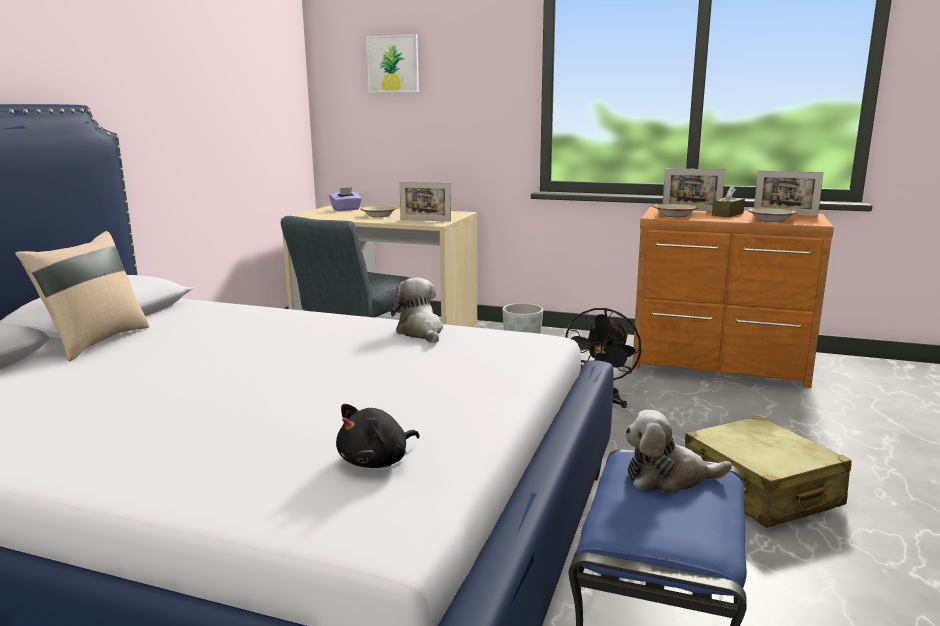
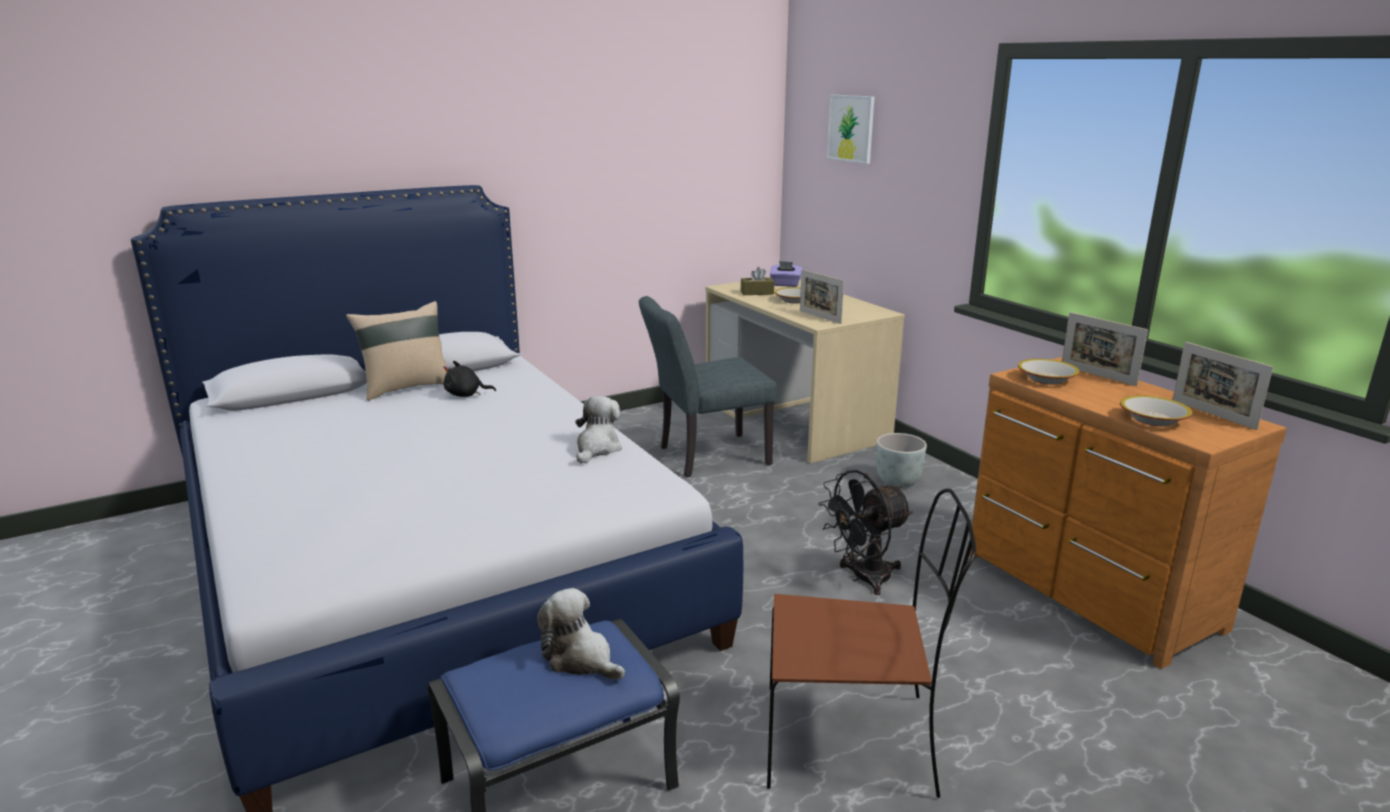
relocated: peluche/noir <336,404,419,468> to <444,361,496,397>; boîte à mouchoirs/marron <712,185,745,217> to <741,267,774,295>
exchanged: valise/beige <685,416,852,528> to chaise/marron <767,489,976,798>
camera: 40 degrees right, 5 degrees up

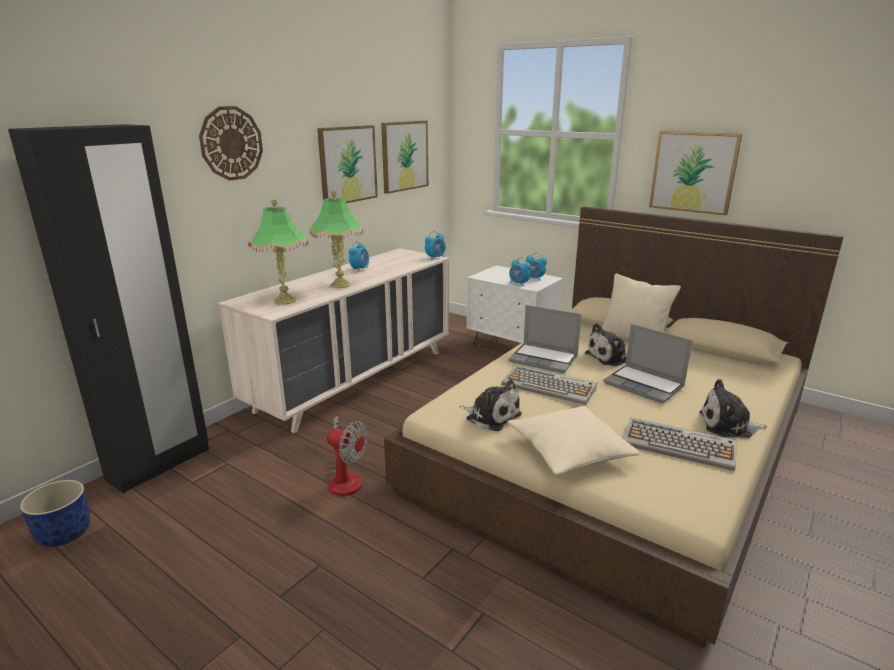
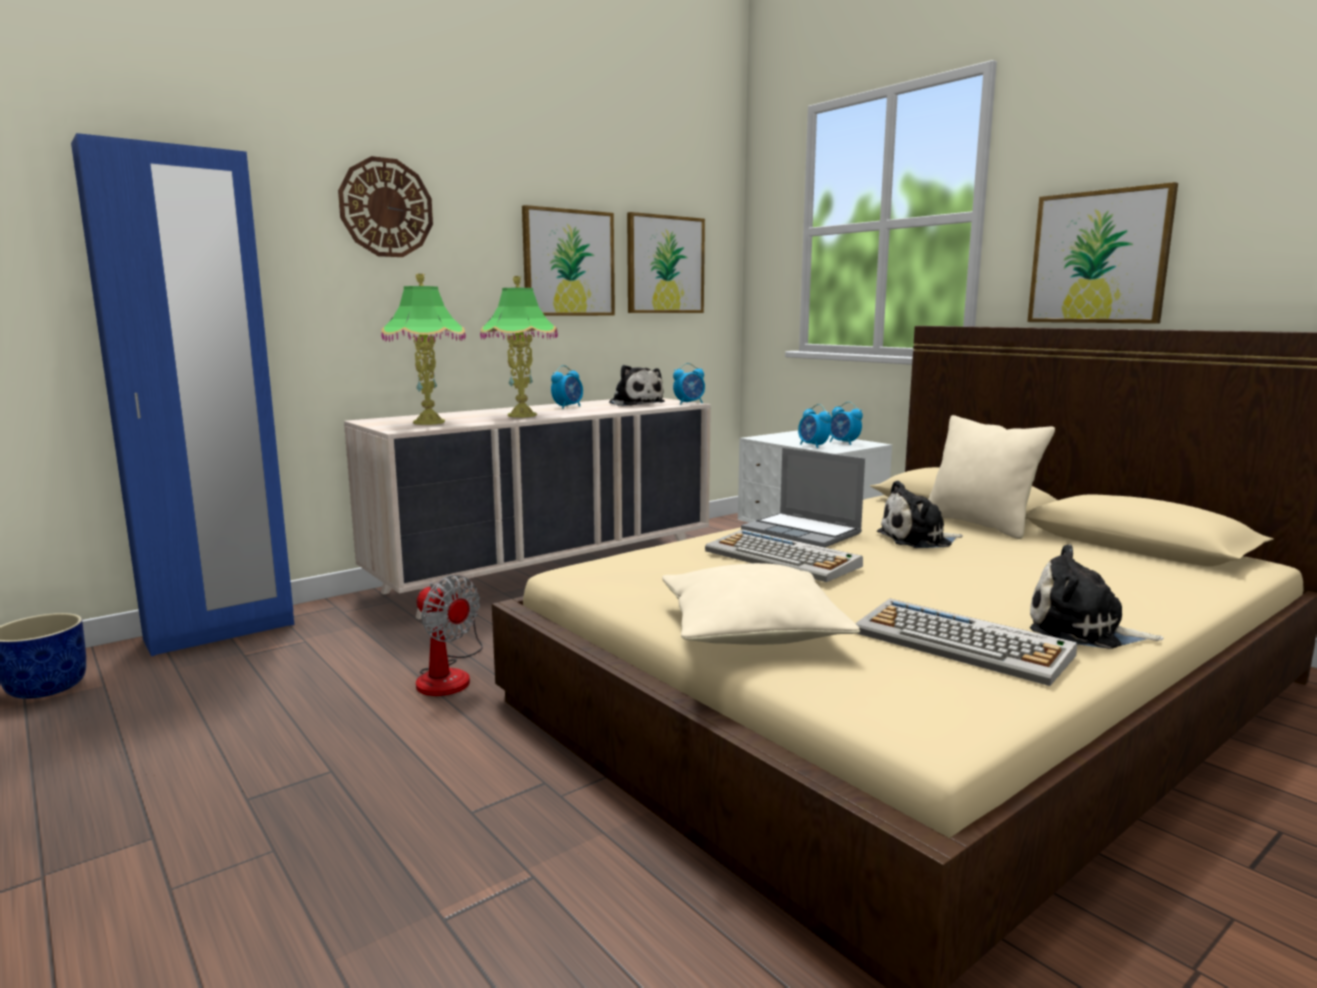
missing: ordinateur portable <603,324,693,403>
relocated: peluche <459,379,522,431> to <609,365,664,406>
colour: armoire/noir <8,124,209,493> to armoire/bleu <71,133,294,656>
camera: 15 degrees right, 10 degrees down

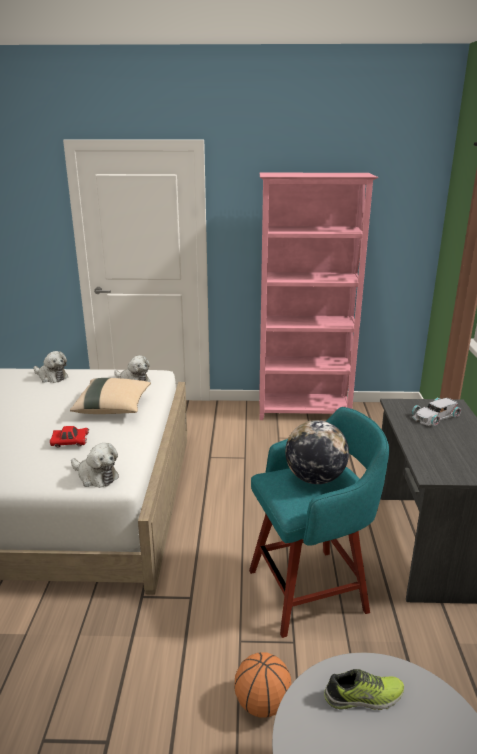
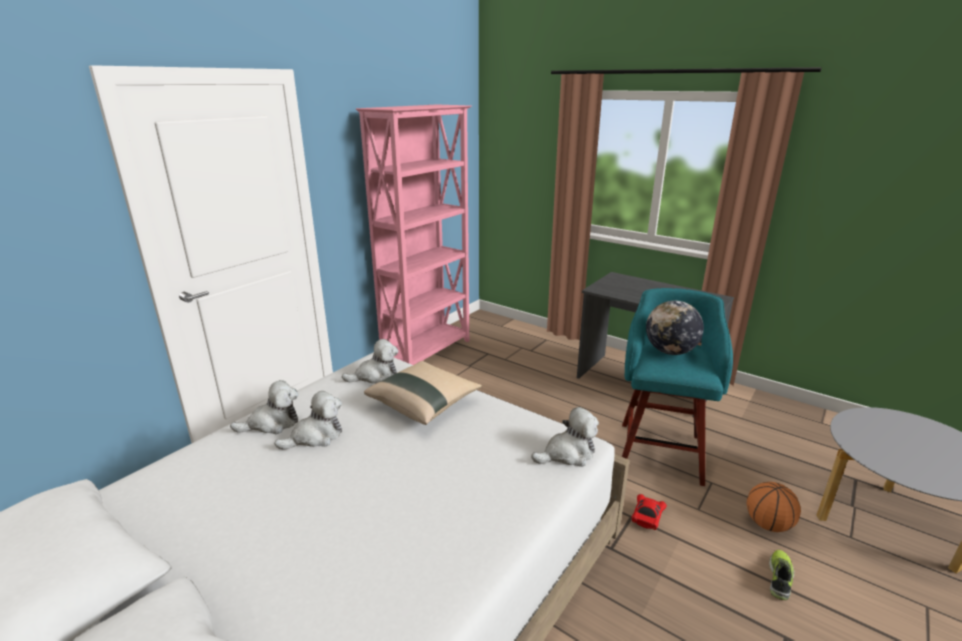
missing: petite voiture/blanc <412,398,461,426>
appeared: peluche <274,391,342,450>
relocated: petite voiture/rouge <50,426,89,447> to <631,494,667,530>; chaussure <324,669,404,710> to <769,550,794,600>
camera: 55 degrees left, 0 degrees up

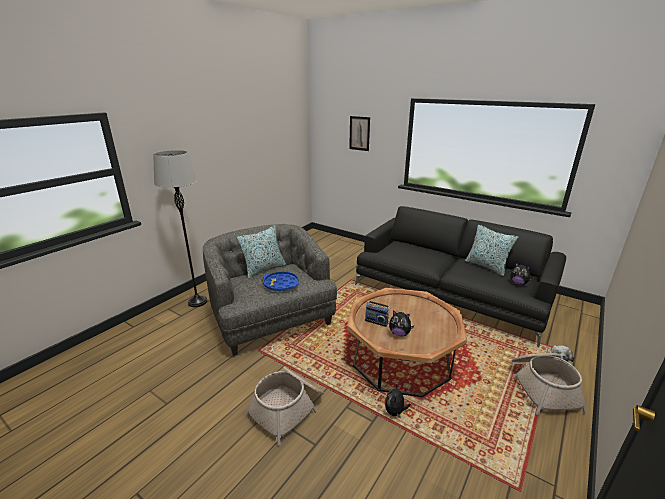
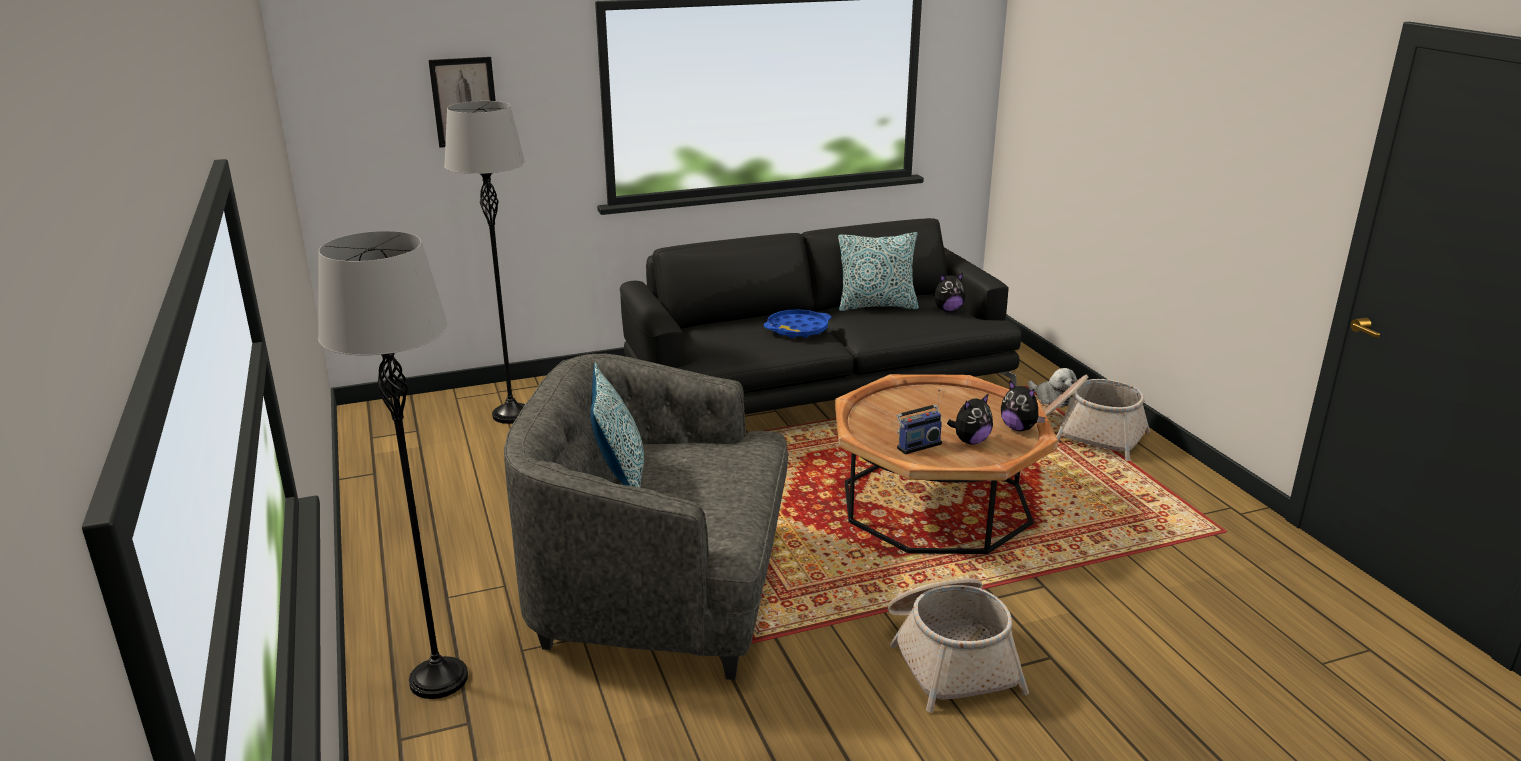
appeared: lampadaire/gris <444,101,525,424>
relocated: plateau/bleu <263,271,299,291> to <764,309,831,338>; peluche <385,385,411,418> to <1001,380,1046,431>
camera: 55 degrees left, 0 degrees up

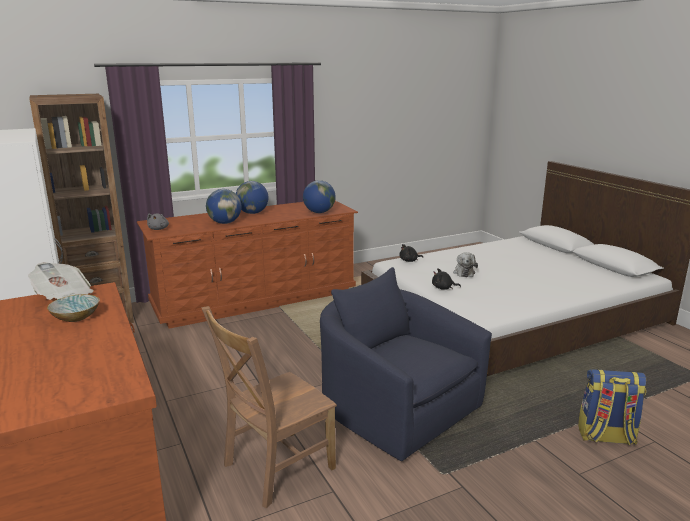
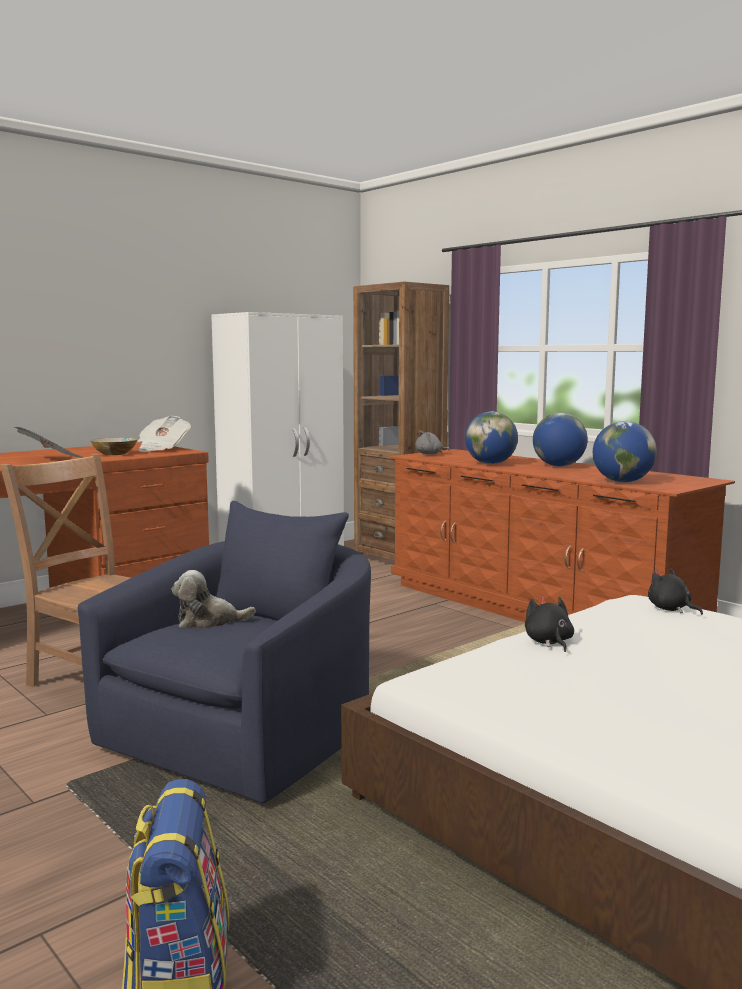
appeared: journal <14,427,83,458>
relocated: peluche <453,252,478,277> to <172,570,256,629>
camera: 75 degrees right, 10 degrees down

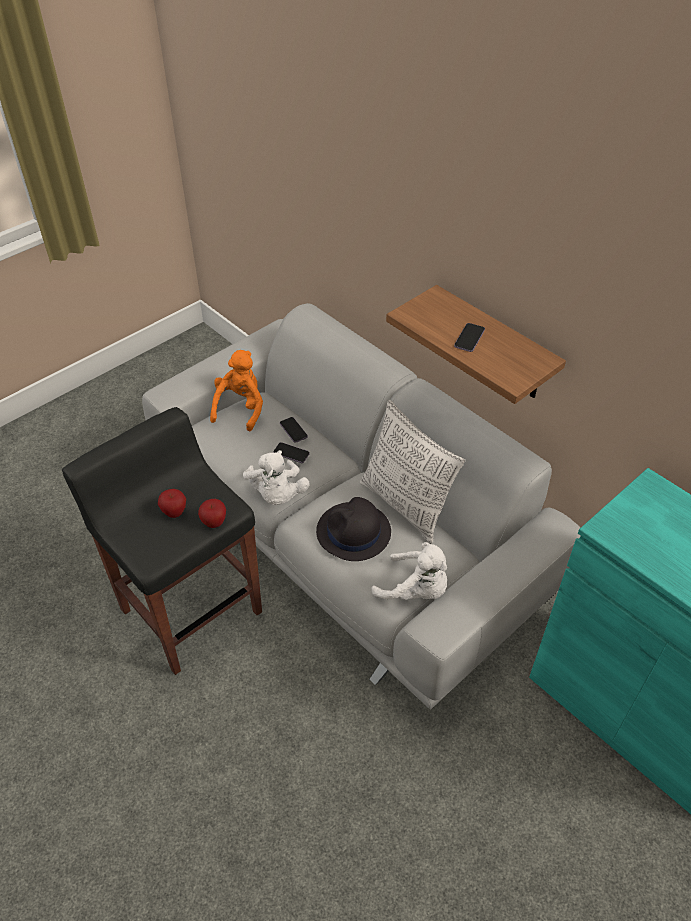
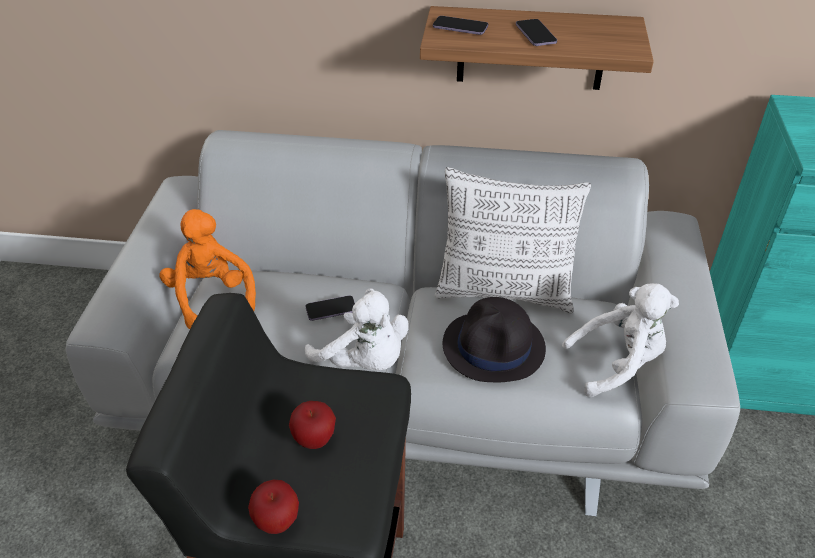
relocated: pomme <198,499,226,528> to <248,480,299,534>; téléphone <280,417,308,443> to <433,16,488,35>
camera: 40 degrees left, 5 degrees down

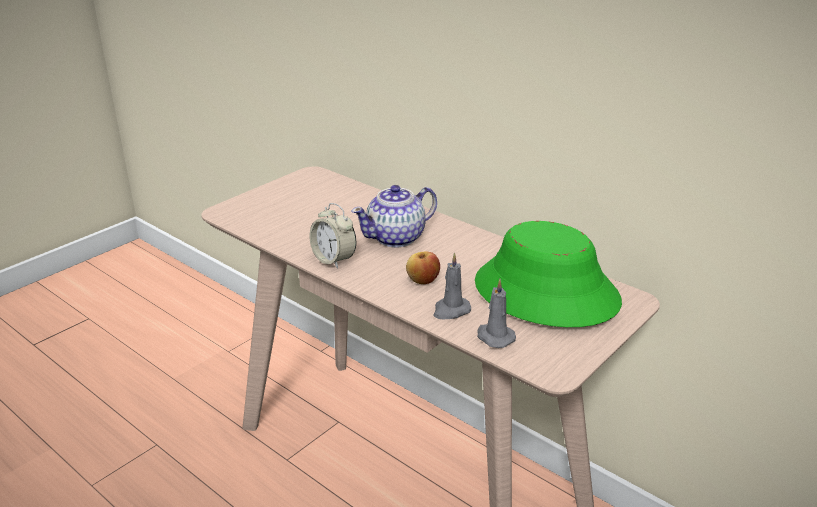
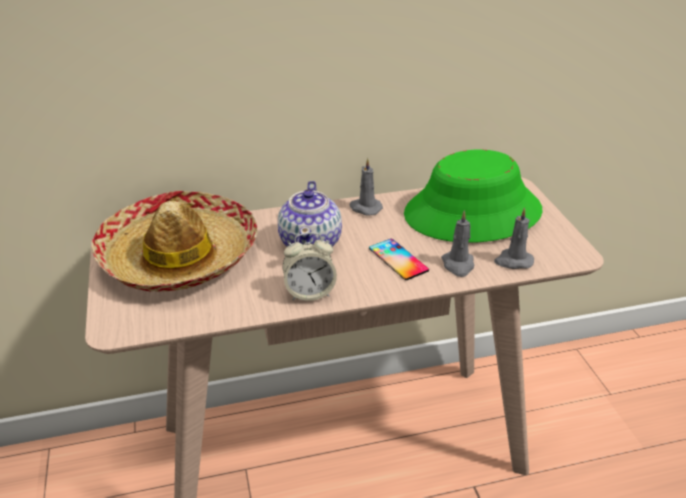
appeared: chapeau <92,191,258,292>; bougie/gris <350,158,383,215>
exchanged: pomme <406,252,440,284> to téléphone <369,239,429,280>
camera: 55 degrees left, 5 degrees up

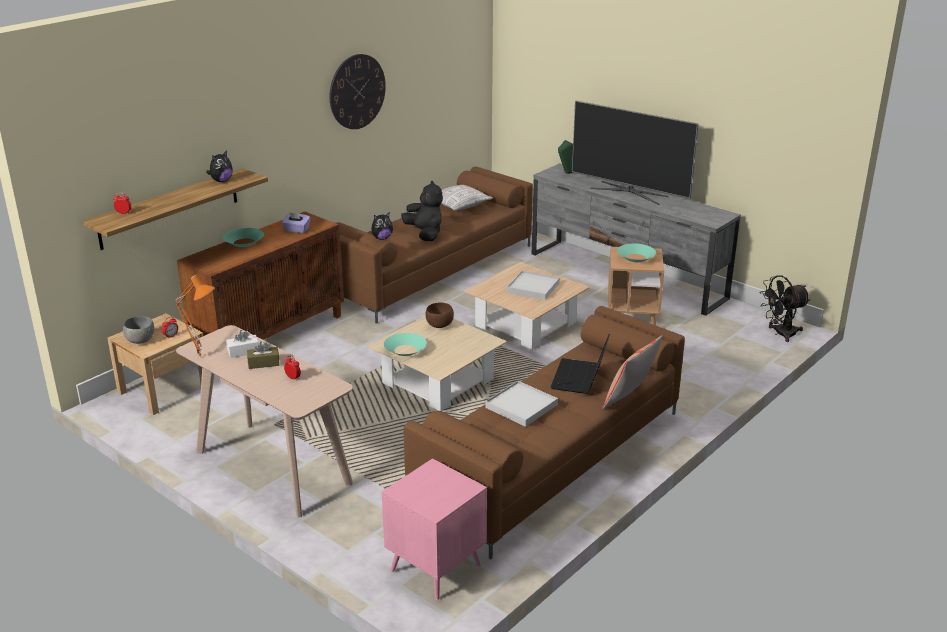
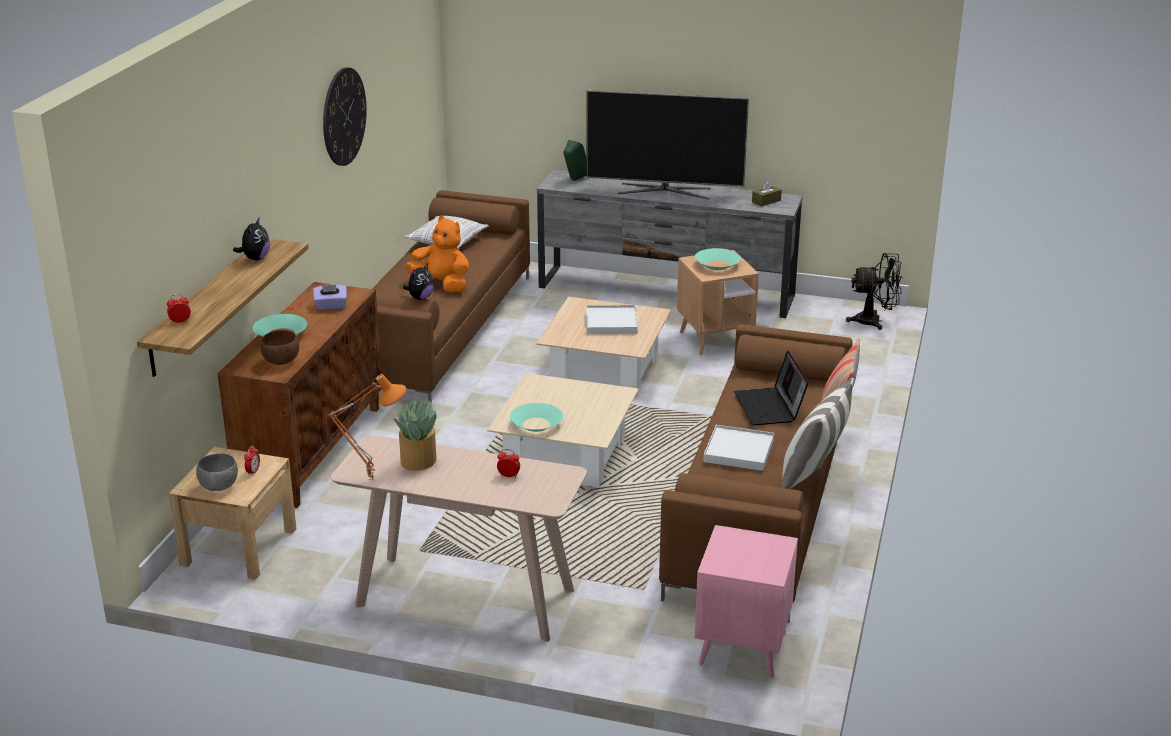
appeared: coussin <781,378,854,489>
relocated: boîte à mouchoirs/marron <247,342,279,369> to <752,180,782,207>; bol/marron <426,303,454,328> to <260,330,299,365>
exchanged: boîte à mouchoirs/blanc <226,330,259,358> to plante en pot <393,400,437,471>
colour: peluche/noir <401,181,443,241> to peluche/orange <406,216,469,293>
spun: ventilateur/noir <759,275,810,342> = <846,253,902,330> 135 degrees counterclockwise
camera: 25 degrees left, 0 degrees up

